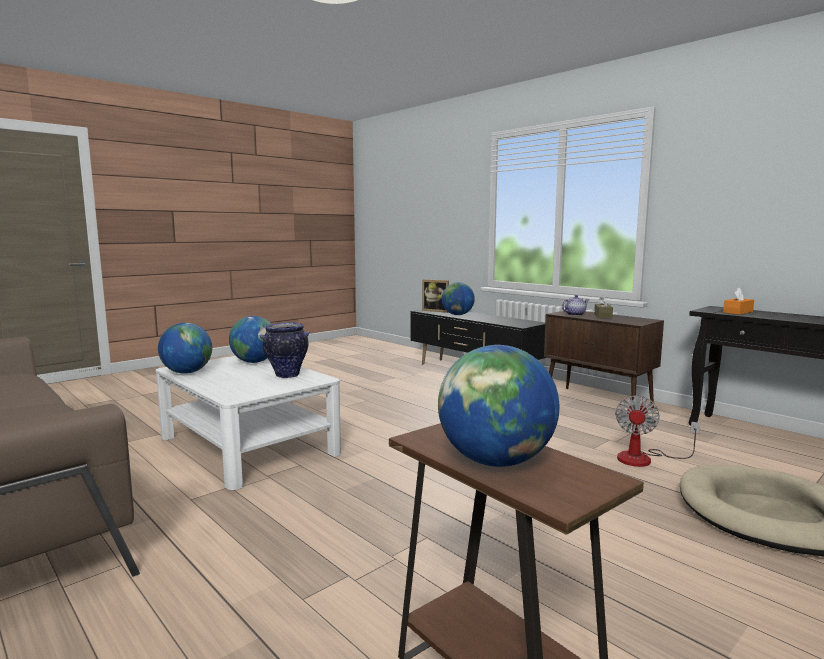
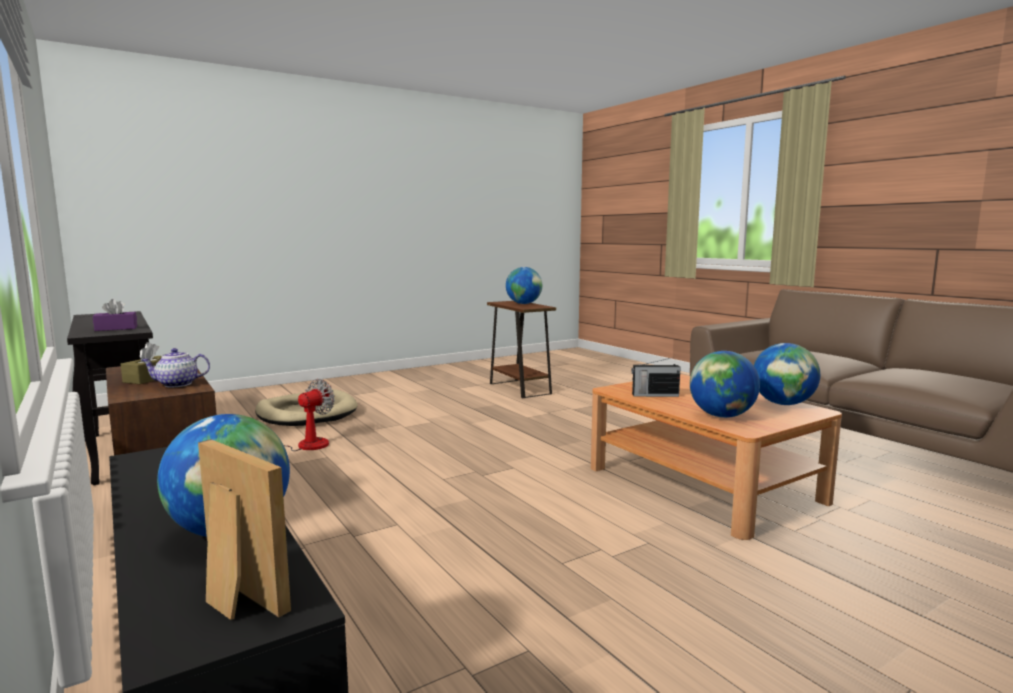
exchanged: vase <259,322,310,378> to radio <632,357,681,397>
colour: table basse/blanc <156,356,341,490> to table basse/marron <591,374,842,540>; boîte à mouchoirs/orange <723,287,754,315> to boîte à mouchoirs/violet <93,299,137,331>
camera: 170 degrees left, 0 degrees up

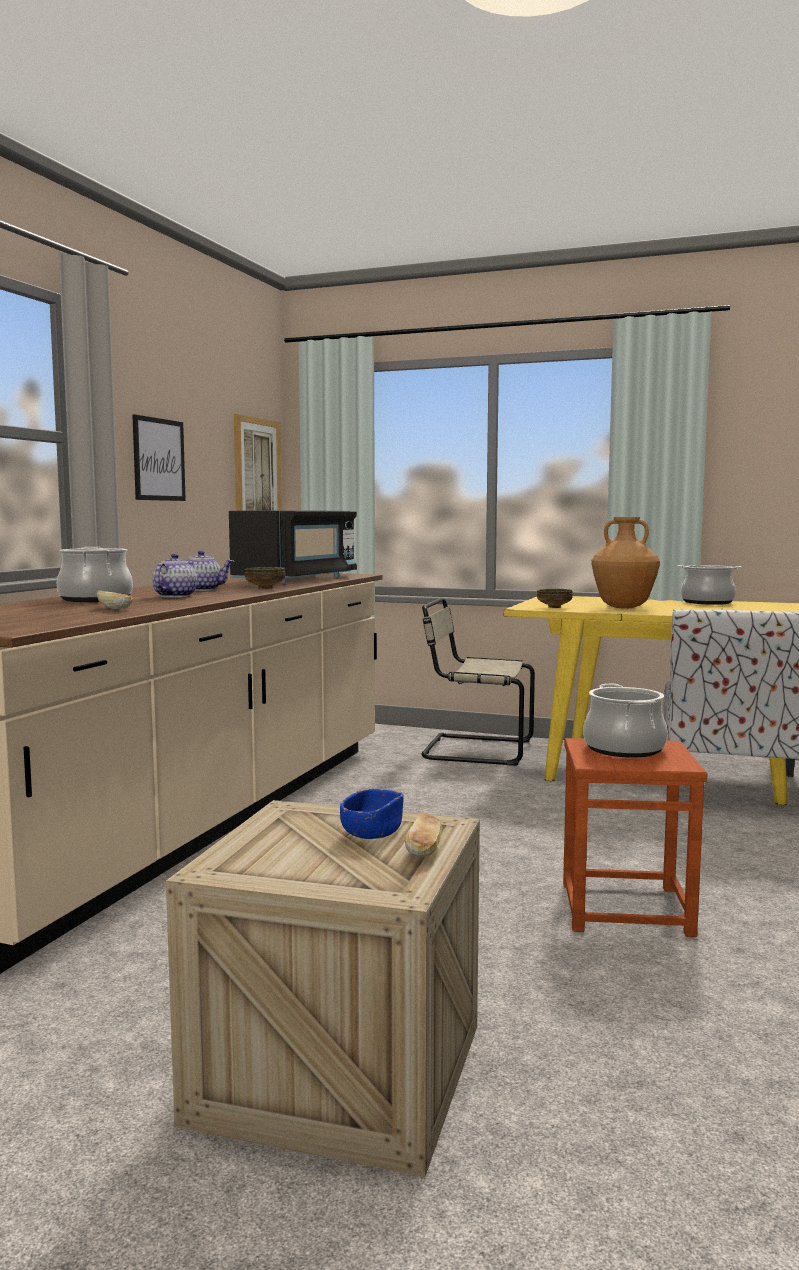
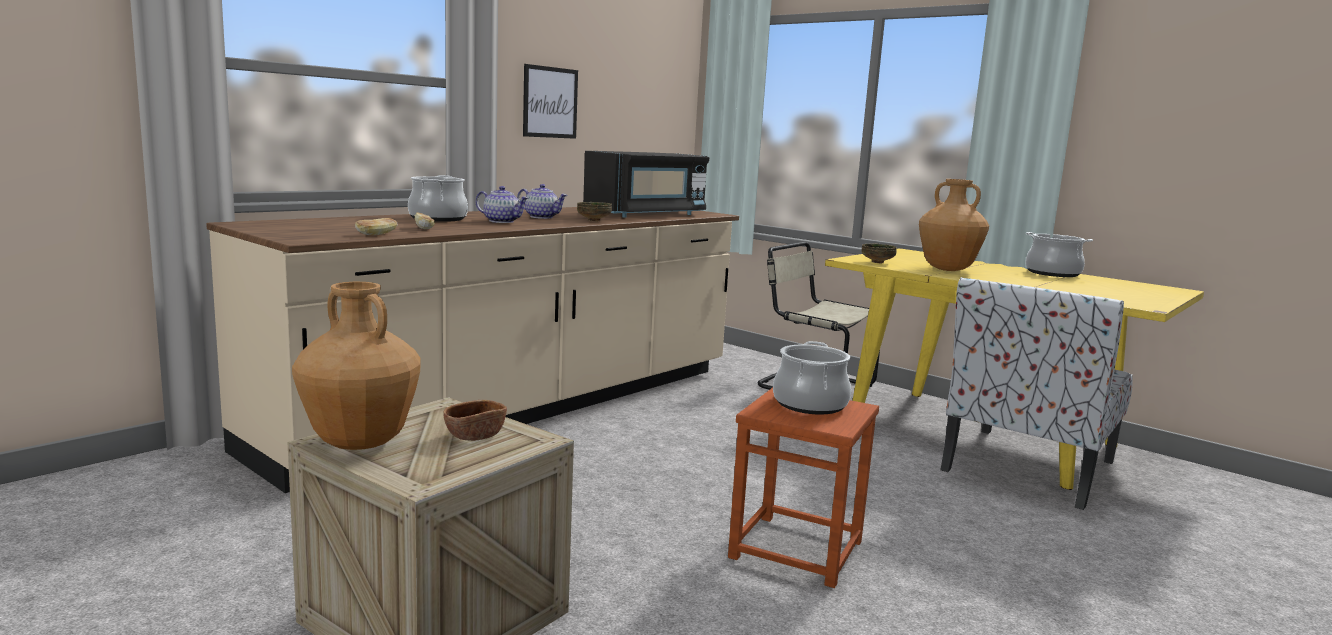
missing: tableau <234,414,282,511>
appeared: vase/marron <292,282,421,450>
relocated: pain <405,814,442,858> to <355,218,398,235>
colour: bol/bleu <340,789,404,839> to bol/marron <443,400,507,441>
spun: théière <152,554,197,598> = <475,186,529,223> 75 degrees clockwise
camera: 20 degrees right, 5 degrees up

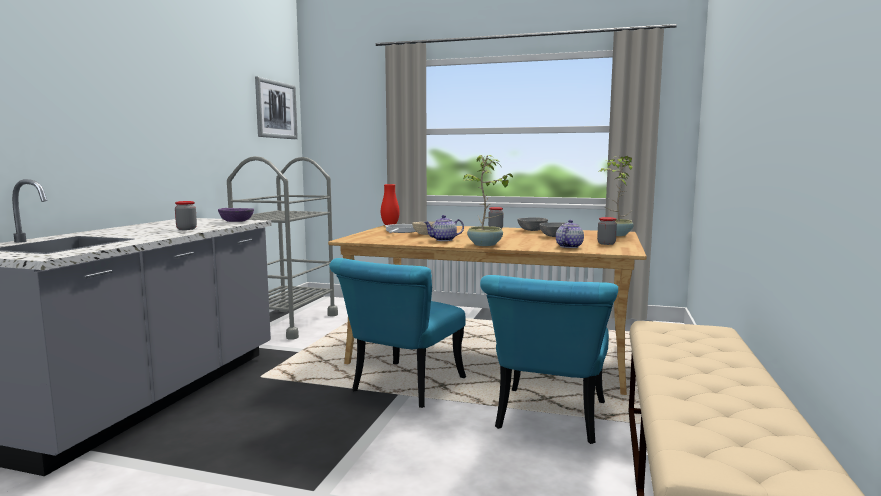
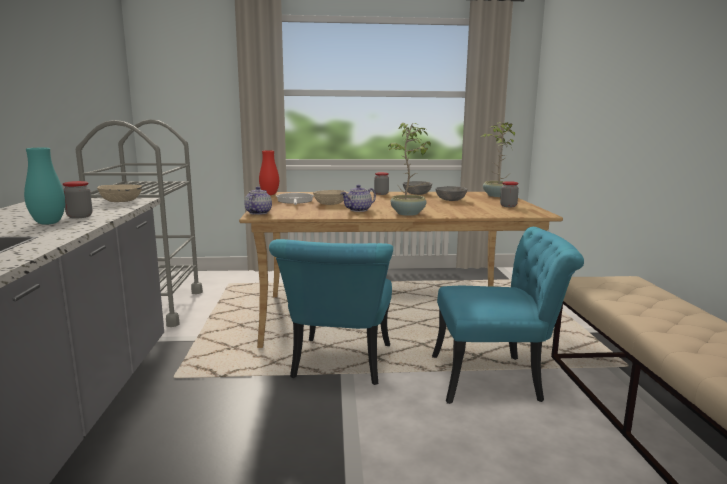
missing: tableau <255,76,298,139>
appeared: vase/turquoise <24,148,65,225>
relocated: théière <556,220,584,248> to <244,187,272,215>
colour: bol/violet <218,208,254,222> to bol/beige <97,184,142,202>
spun: chaise/turquoise <480,275,618,444> = <432,227,584,404> 90 degrees counterclockwise
camera: 20 degrees left, 5 degrees up

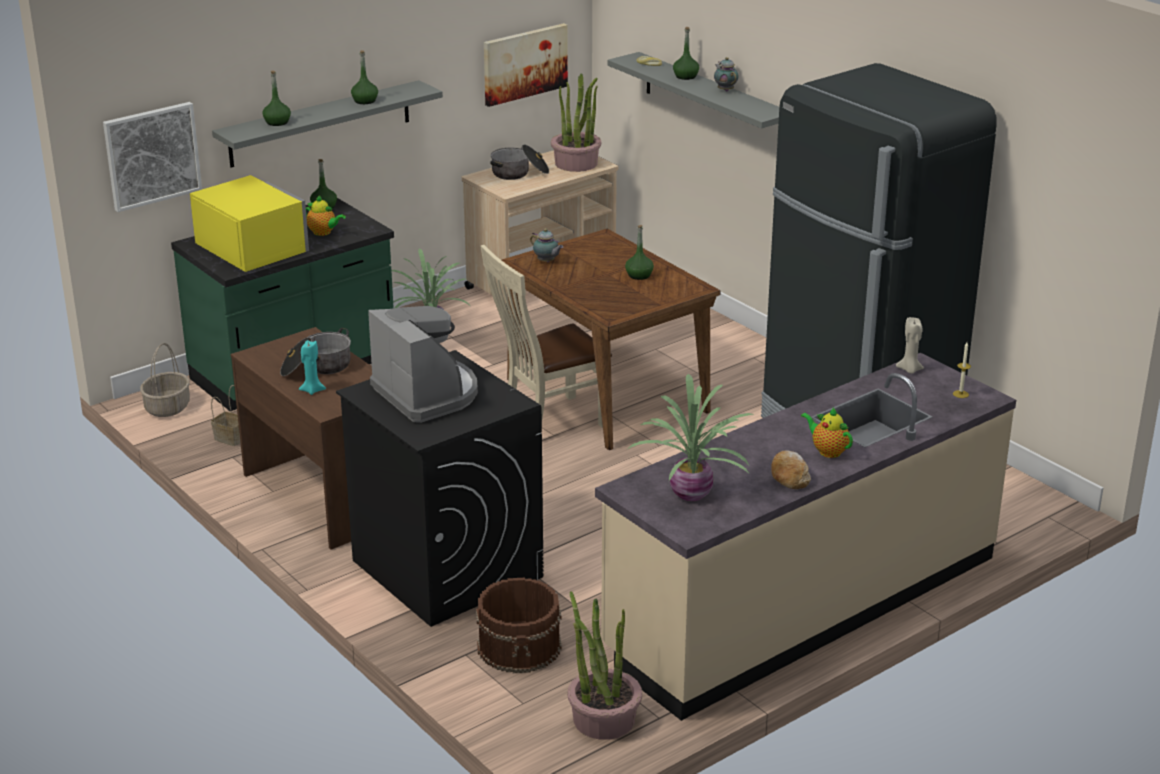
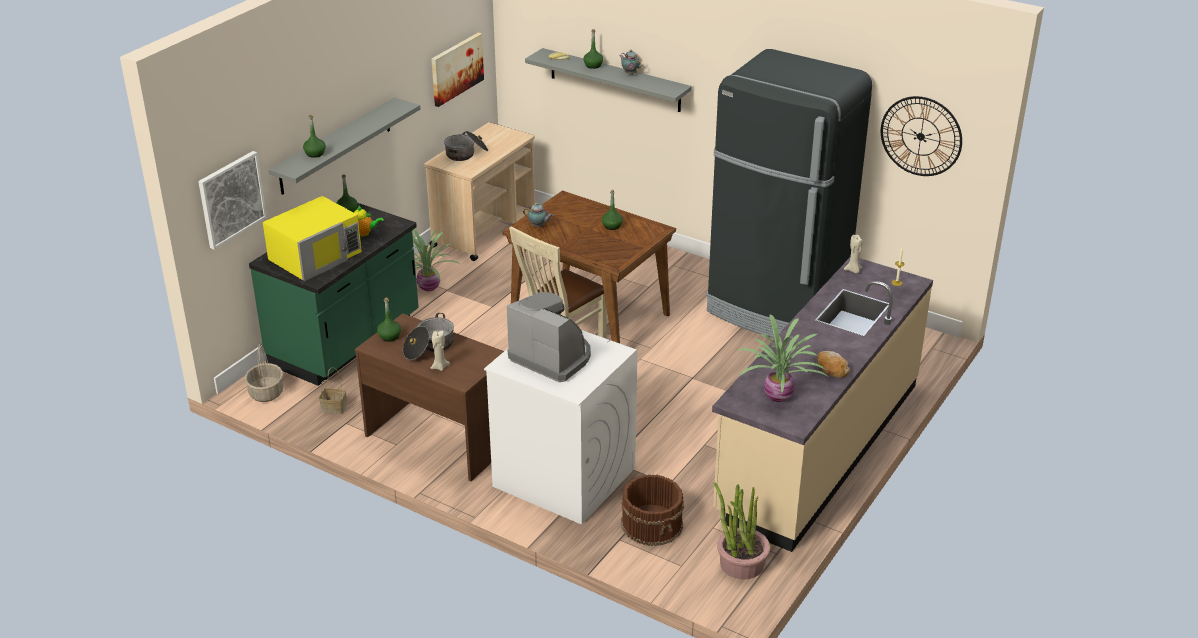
missing: plante en pot <551,73,602,172>; théière <801,408,853,458>
appeared: horloge murale <881,96,962,176>
relocated: bouteille/vert <351,50,378,104> to <377,298,401,342>
colour: bougie/turquoise <299,340,326,395> to bougie/beige <430,330,450,371>; lave-linge/noir <336,350,544,627> to lave-linge/blanc <484,330,637,525>
spun: micro-ondes/jaune <190,175,309,272> = <263,196,362,281> 105 degrees clockwise
camera: 20 degrees left, 5 degrees up

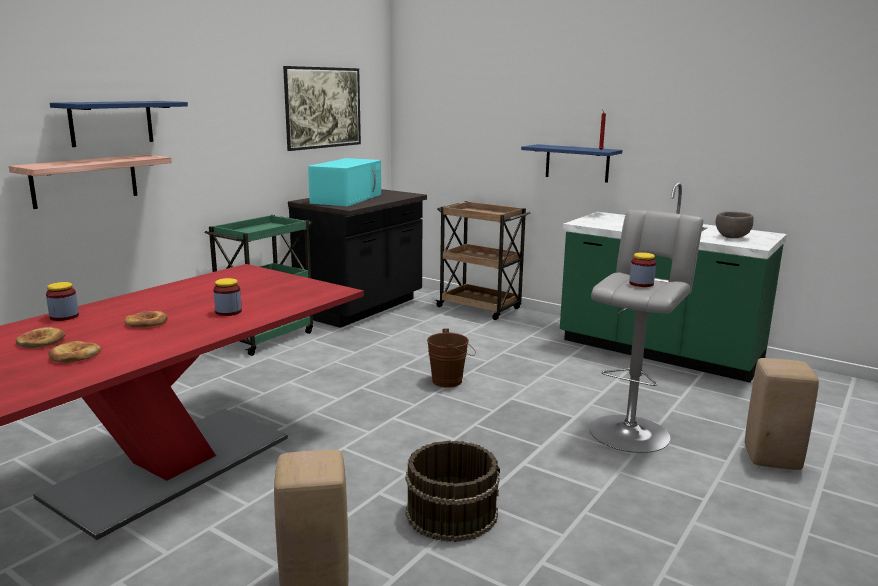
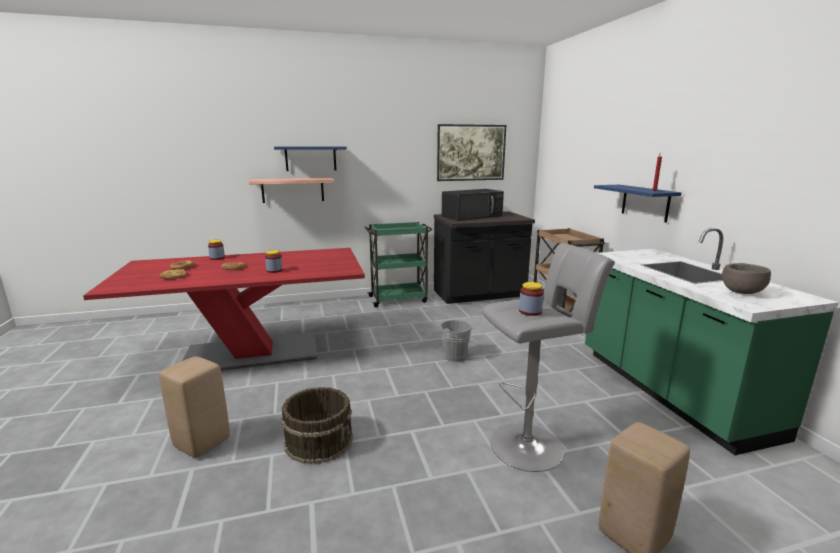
colour: micro-ondes/turquoise <308,158,381,206> to micro-ondes/noir <442,189,504,221>; seau/marron <427,329,476,388> to seau/gris <440,317,477,362>
camera: 40 degrees right, 0 degrees up

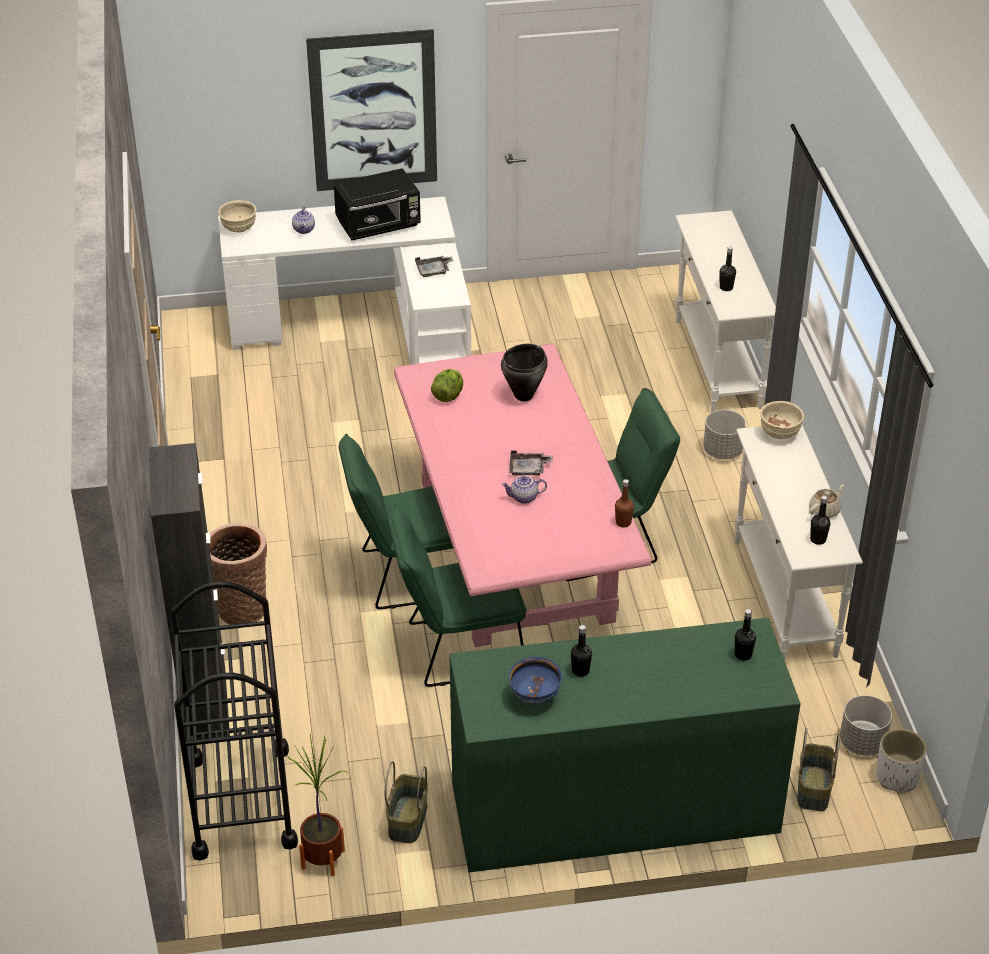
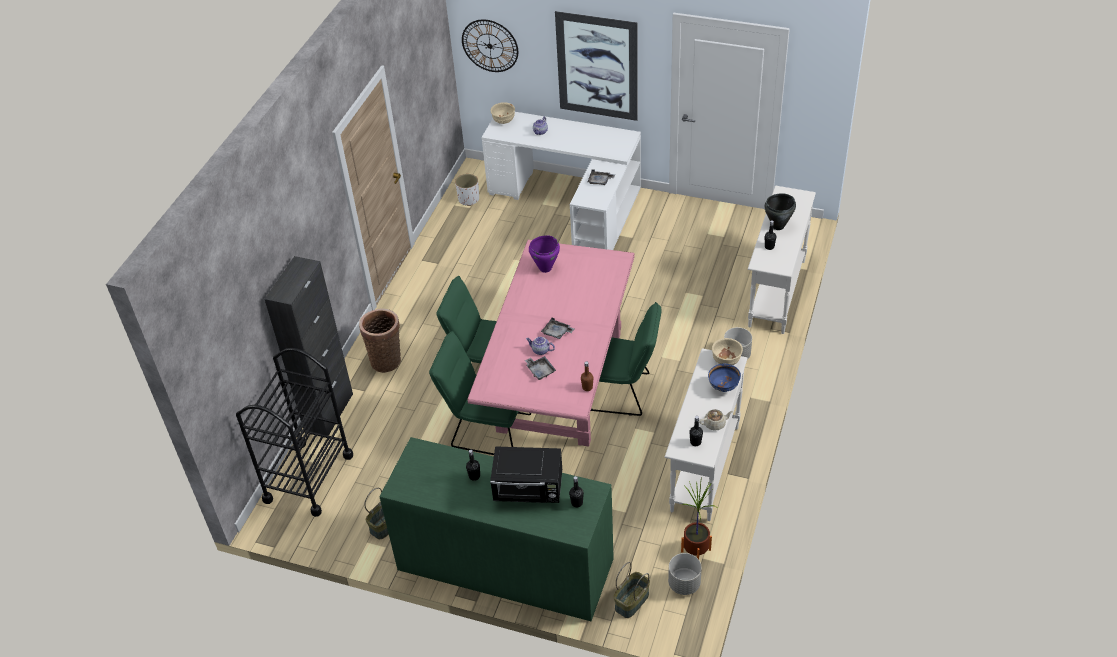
appeared: horloge murale <462,19,518,72>; plateau/gris <525,356,556,380>
relocated: plante en pot <287,734,348,877> to <681,481,717,559>; micro-ondes/noir <334,168,421,240> to <490,446,562,503>; marmite/noir <501,344,548,401> to <764,193,796,230>; bol/bleu <508,657,562,704> to <708,364,741,392>; cache-pot/blanc <876,729,927,792> to <455,174,479,206>
exchanged: laitue <431,369,463,402> to marmite/violet <529,235,560,273>
camera: 30 degrees right, 5 degrees up

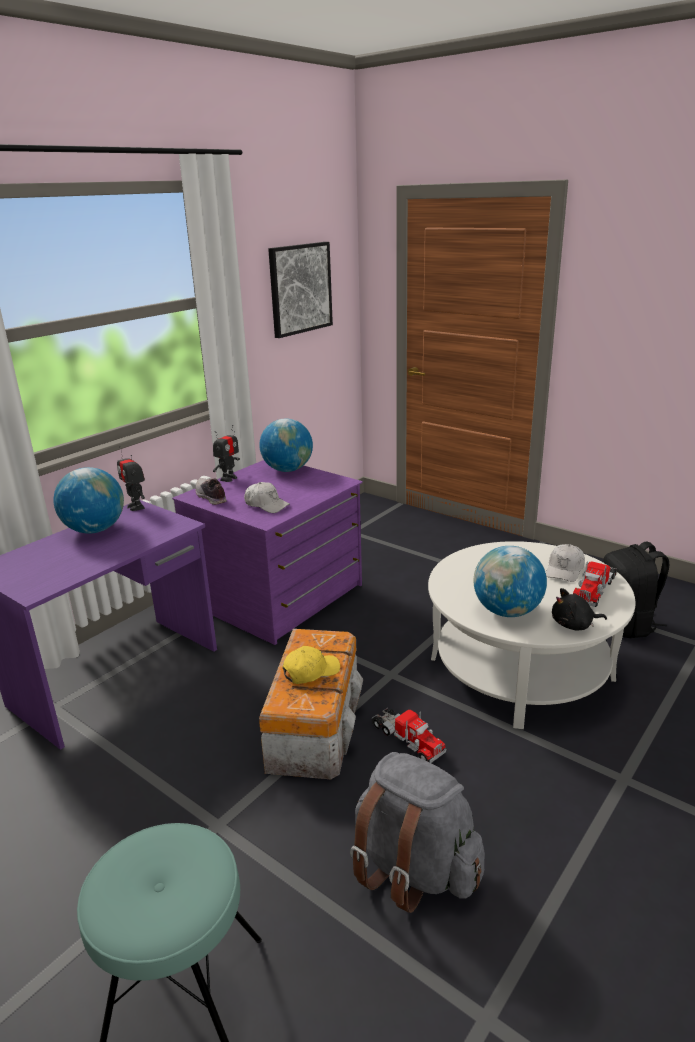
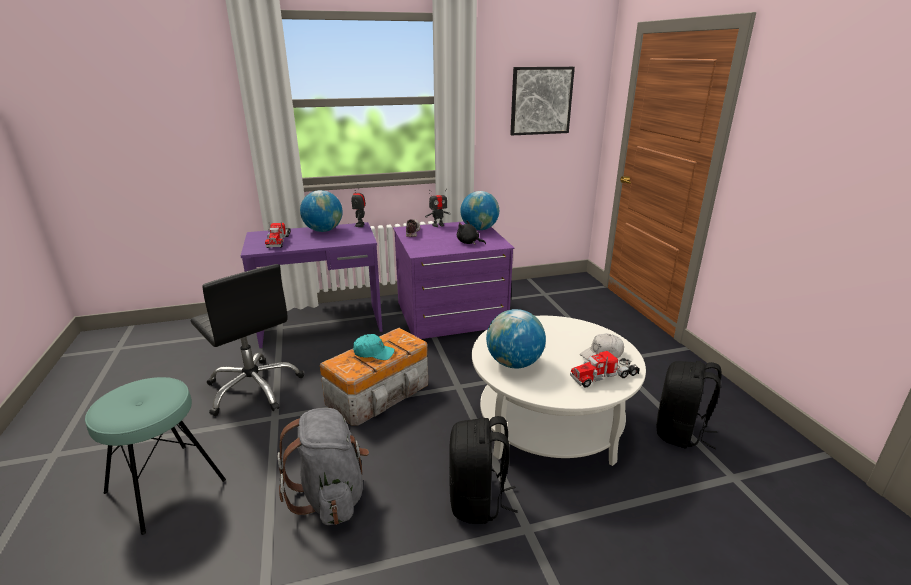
missing: casquette/blanc <244,482,290,513>
appeared: chaise de bureau/noir <191,264,304,416>; sac à dos/noir <449,416,518,524>
relocated: camion jouet <372,708,446,763> to <265,222,291,248>; peluche/noir <552,588,607,631> to <457,220,486,245>
colour: casquette/jaune <283,646,340,684> to casquette/turquoise <353,334,395,360>
camera: 35 degrees right, 0 degrees up

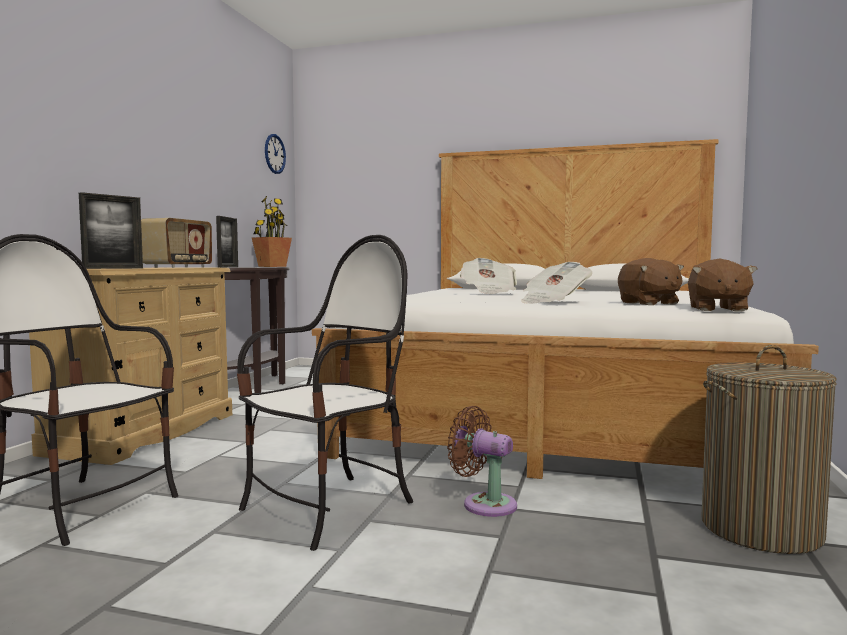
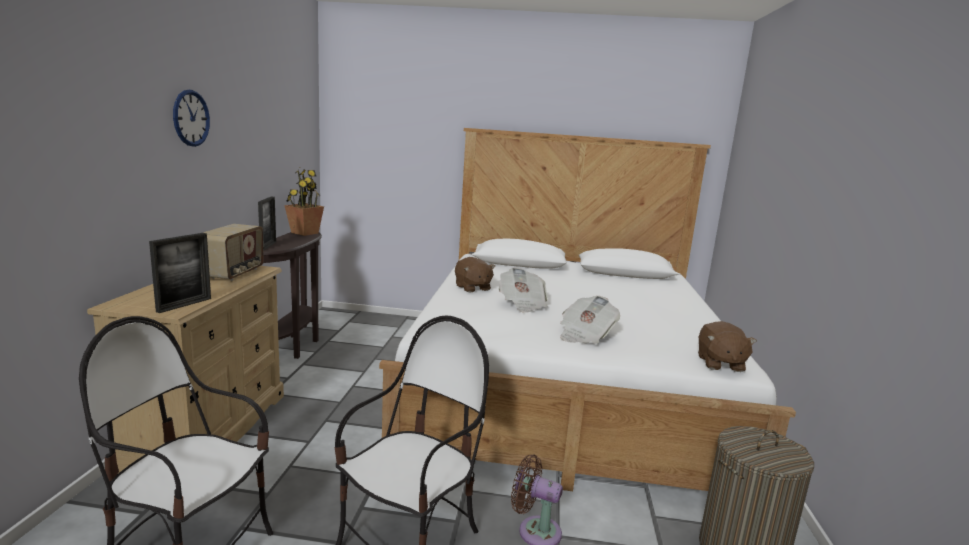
relocated: horloge murale <265,134,286,174> to <173,90,210,147>; peluche/marron <618,258,684,305> to <455,257,495,292>
camera: 10 degrees left, 10 degrees up

